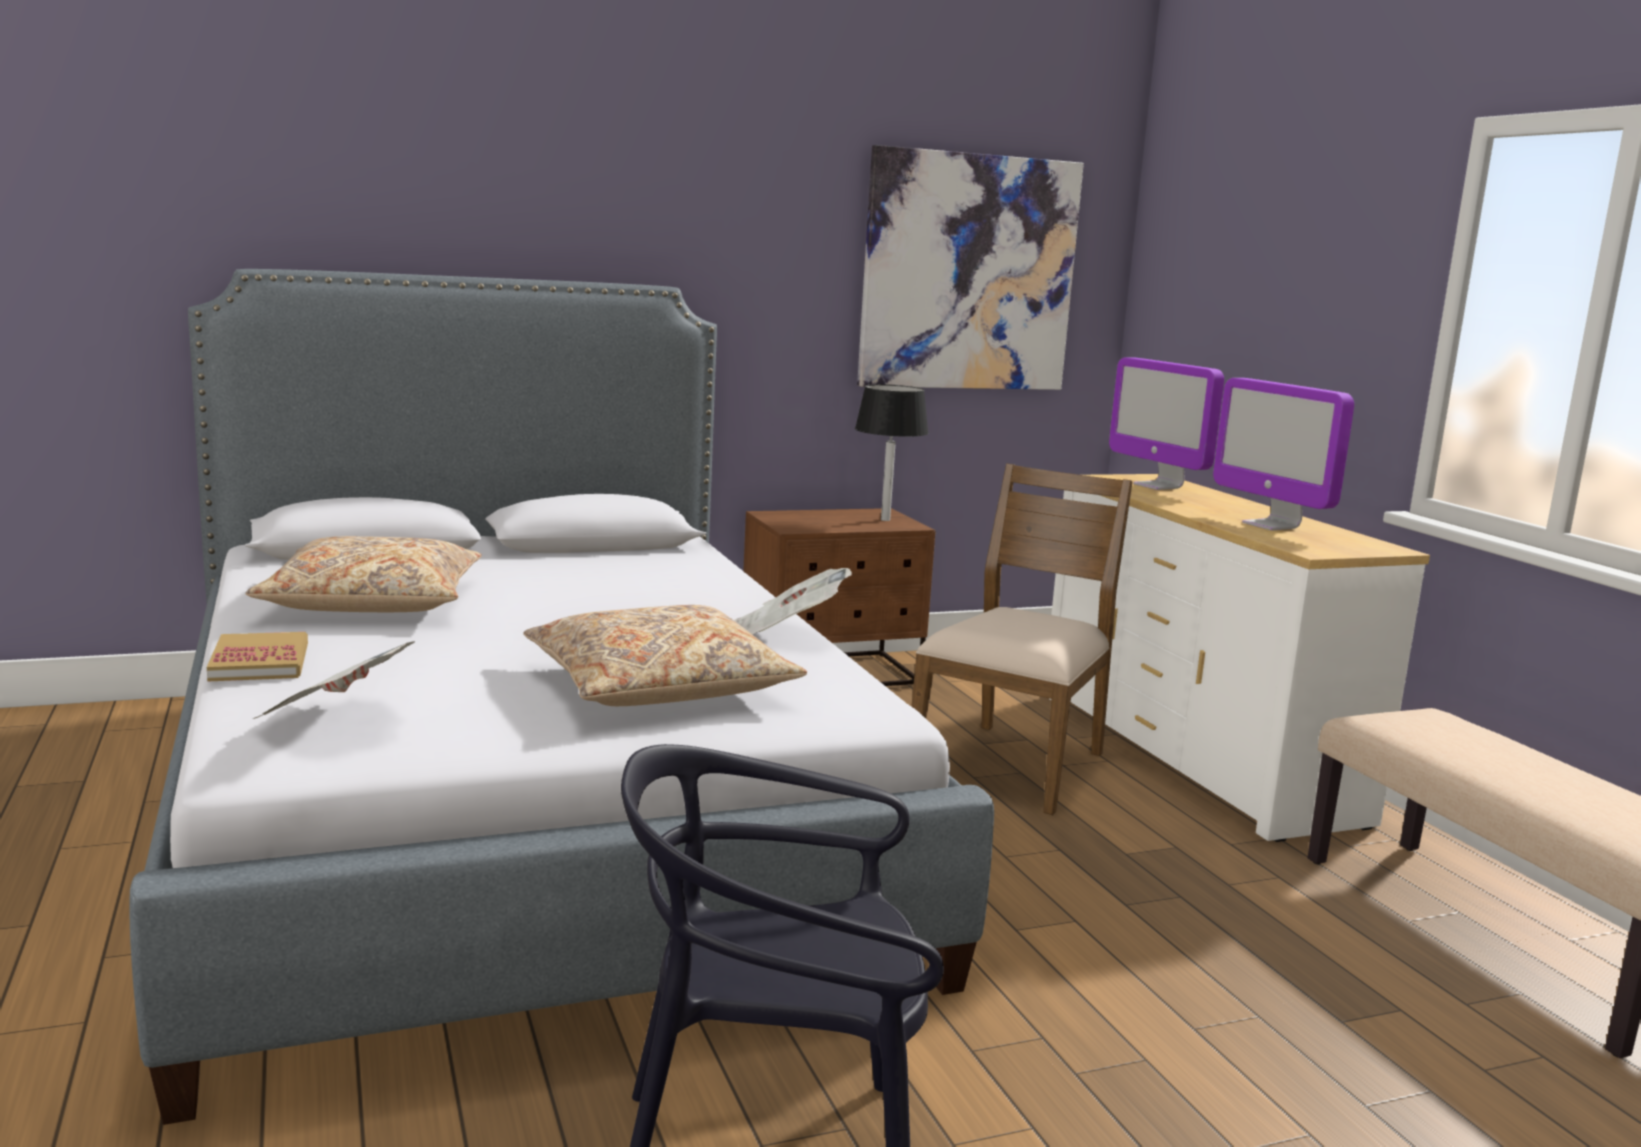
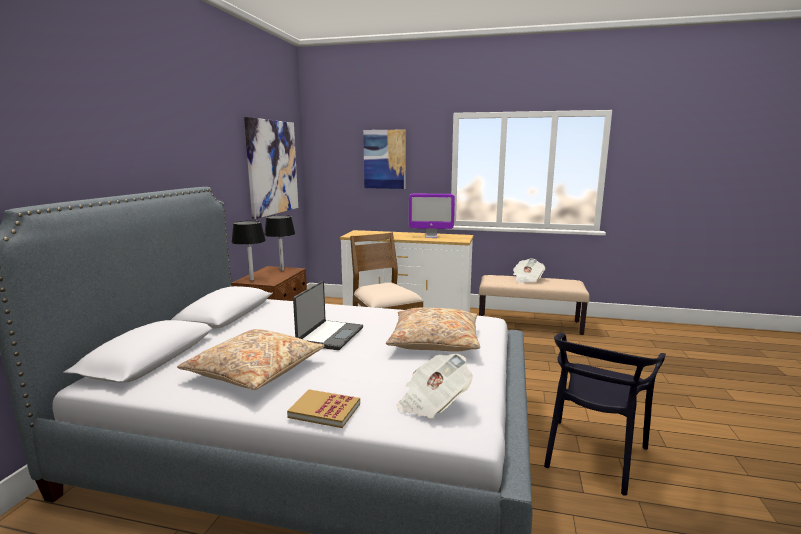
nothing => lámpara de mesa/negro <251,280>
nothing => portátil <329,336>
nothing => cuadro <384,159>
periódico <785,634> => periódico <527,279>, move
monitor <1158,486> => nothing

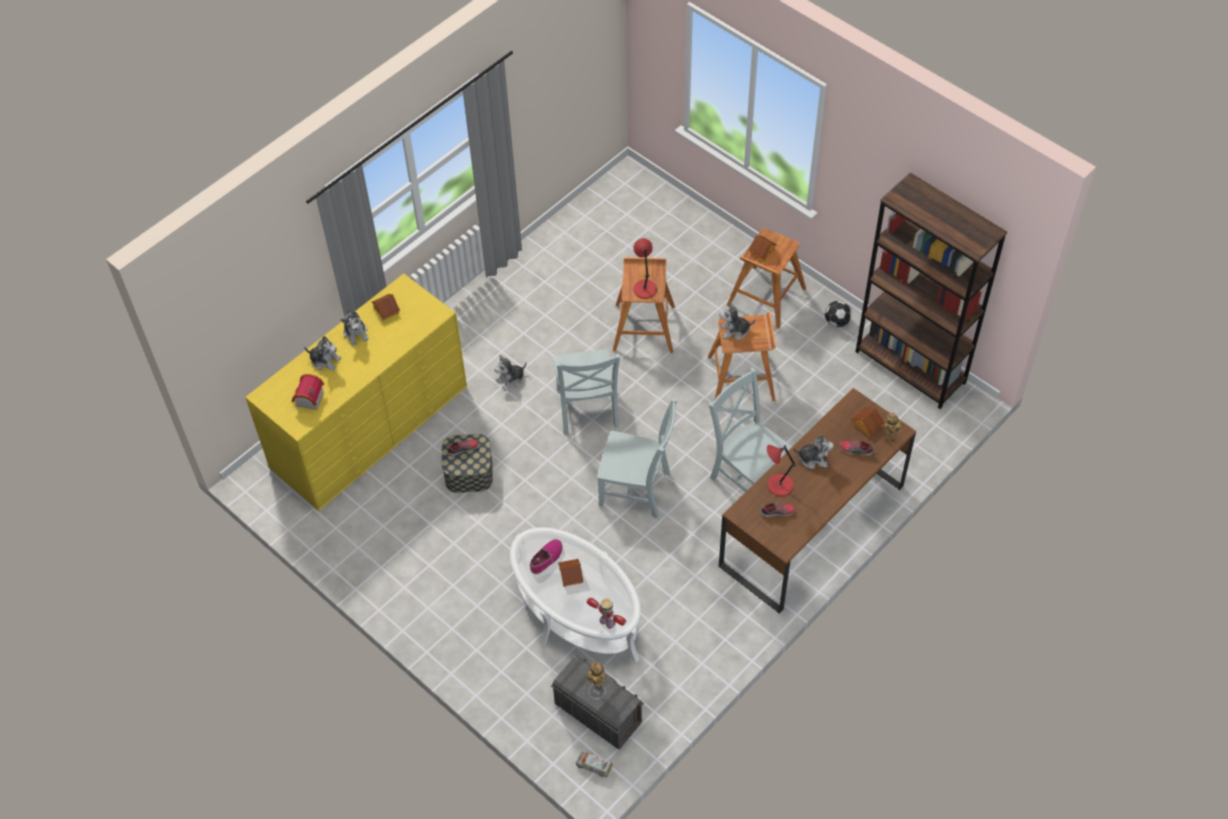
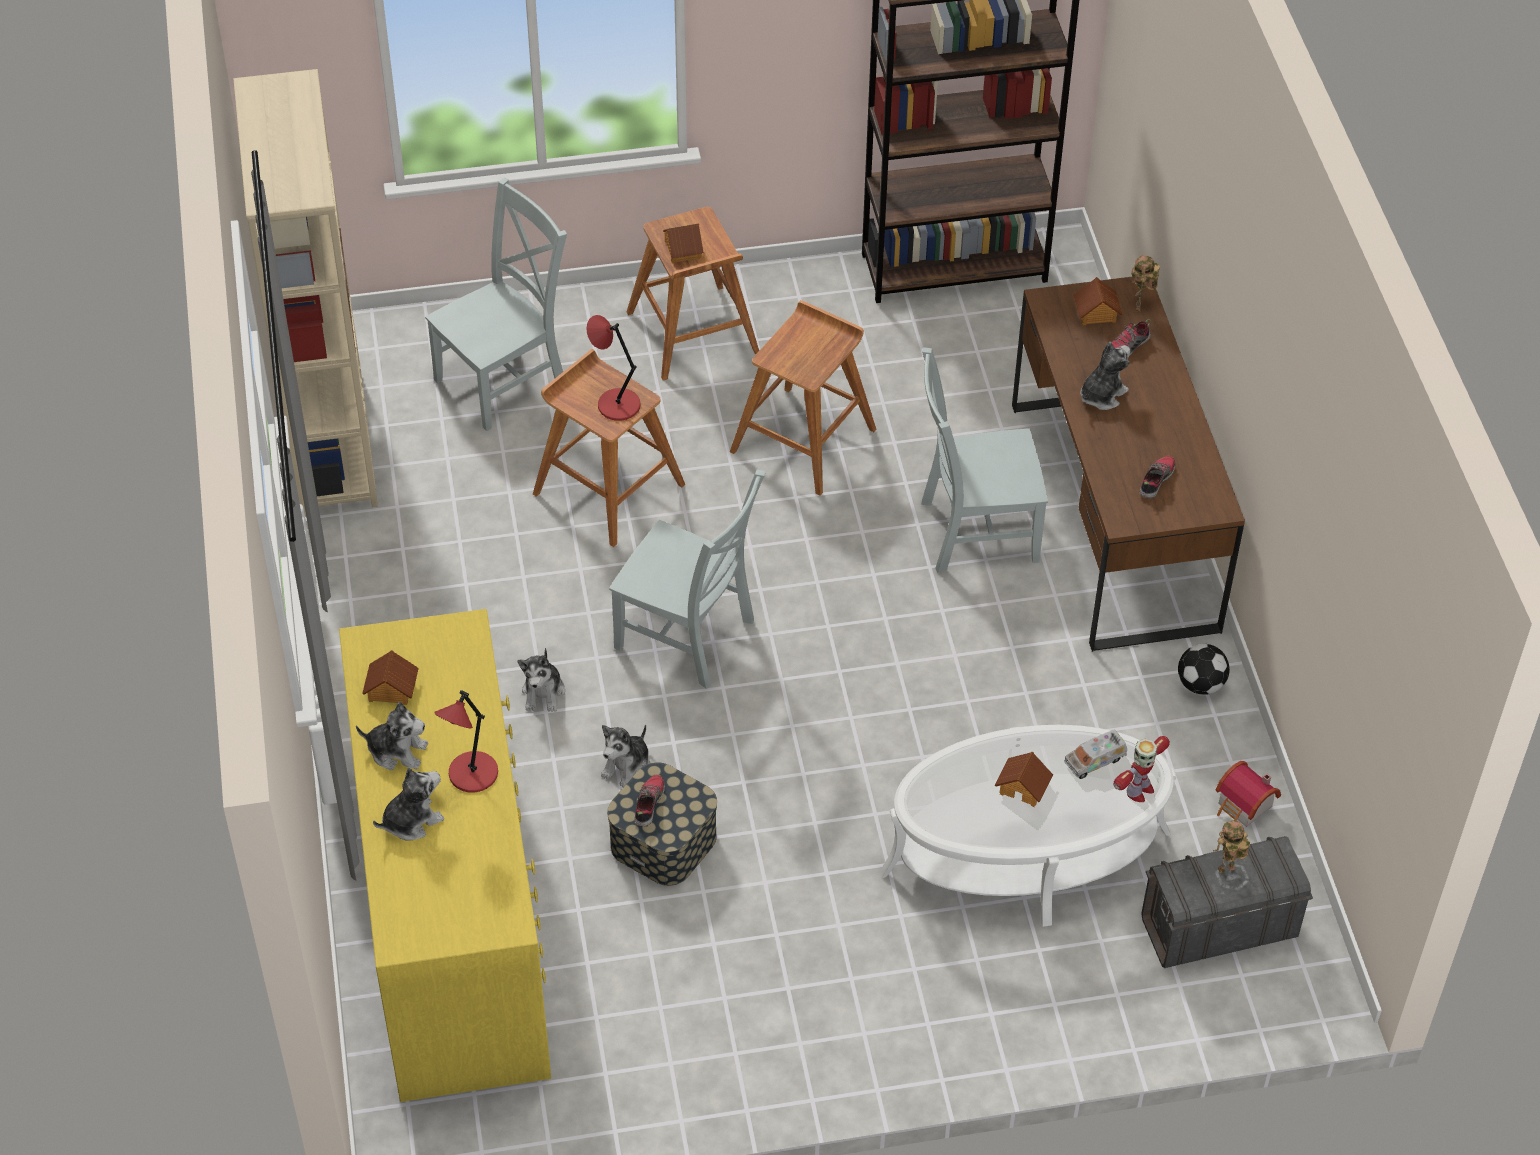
nothing => estantería/beis <331,442>
silla/gris <638,490> => silla/gris <505,380>, move
lámpara de mesa/rojo <778,485> => lámpara de mesa/rojo <471,775>, move
peluche <735,331> => peluche <627,766>, move
camión de juguete <594,766> => camión de juguete <1095,760>, move
robot de juguete <607,622> => robot de juguete <1139,791>, 150 degrees clockwise
balón de fútbol <836,322> => balón de fútbol <1200,685>, move
casita <307,399> => casita <1243,808>, move
zapato <546,558> => nothing

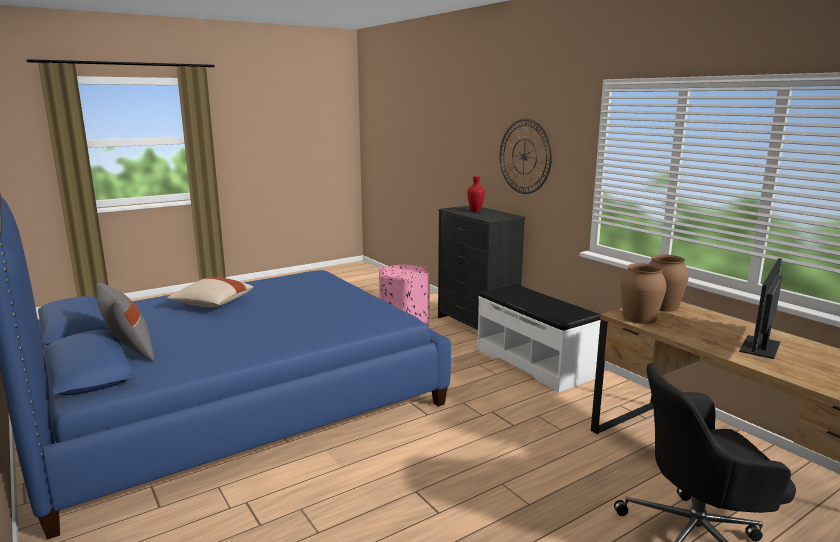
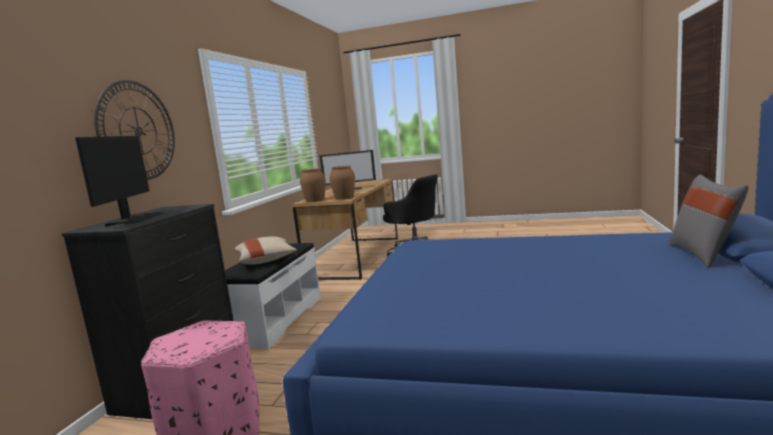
florero/rojo <476,211> => monitor <135,219>
cojín/beis <212,304> => cojín/beis <266,260>, move

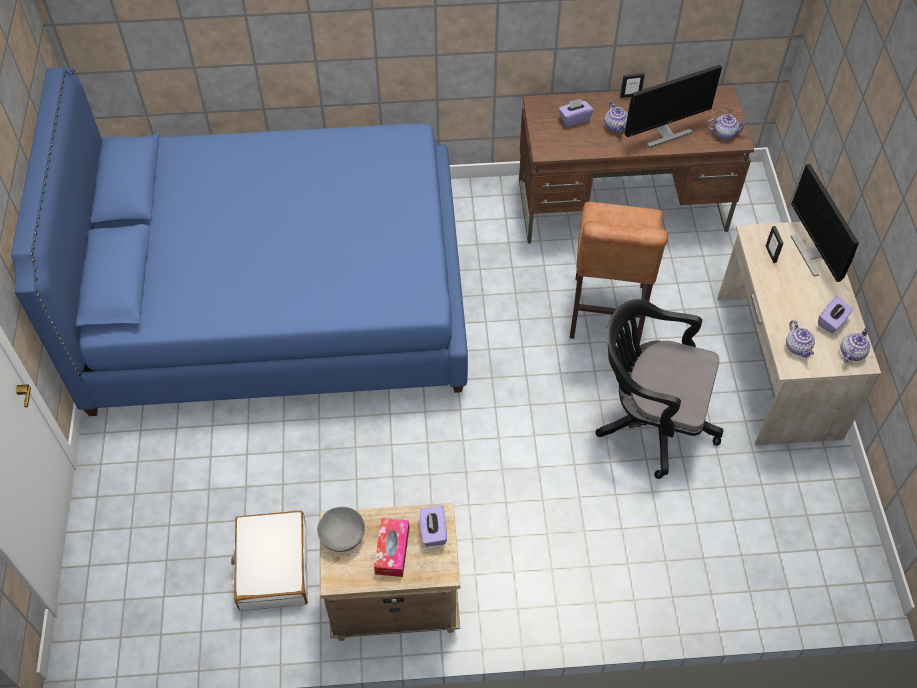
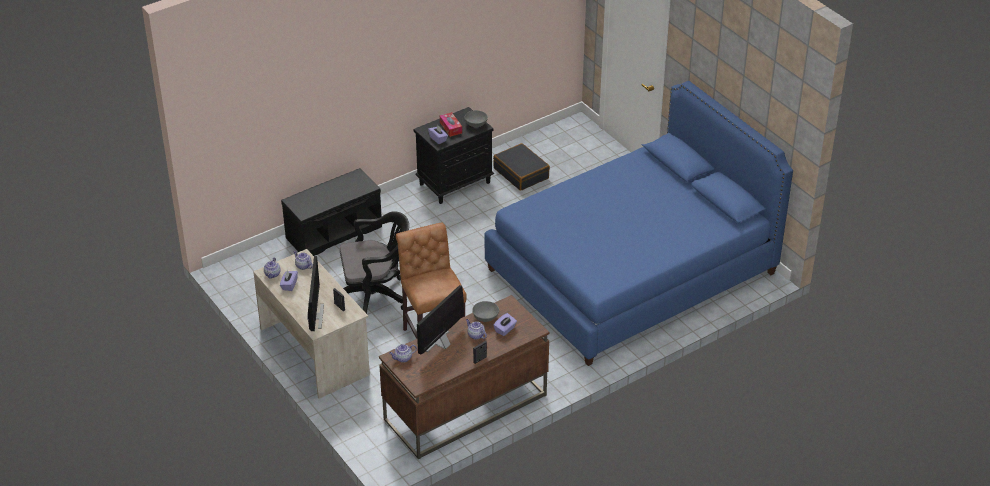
nothing => banco/negro <334,231>
monitor <812,253> => monitor <315,316>, 45 degrees clockwise
mesita de noche/beis <393,602> => mesita de noche/negro <455,183>
nothing => cuenco/gris <485,317>
maleta/blanco <272,566> => maleta/negro <521,173>

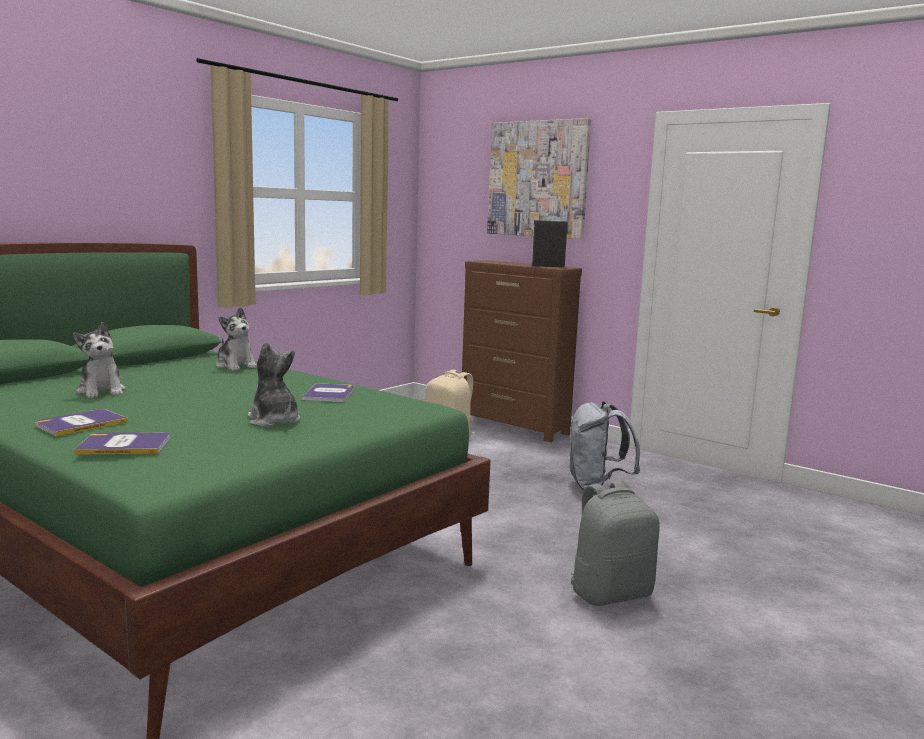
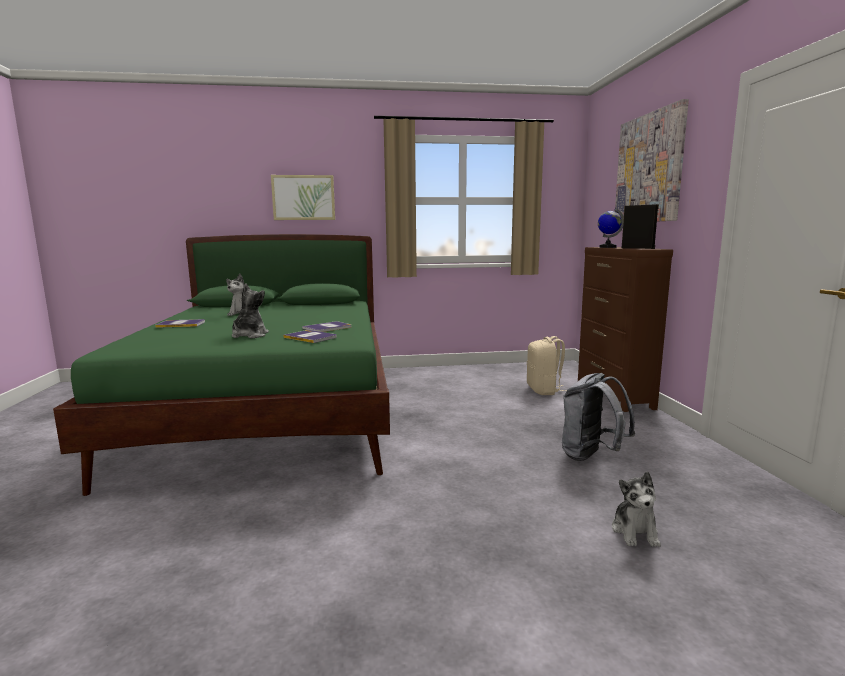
nothing => cuadro <303,197>
libro <125,445> => libro <310,337>, move
nothing => globo terráqueo <607,247>
peluche <236,366> => peluche <635,532>, move
mochila/gris <610,593> => nothing

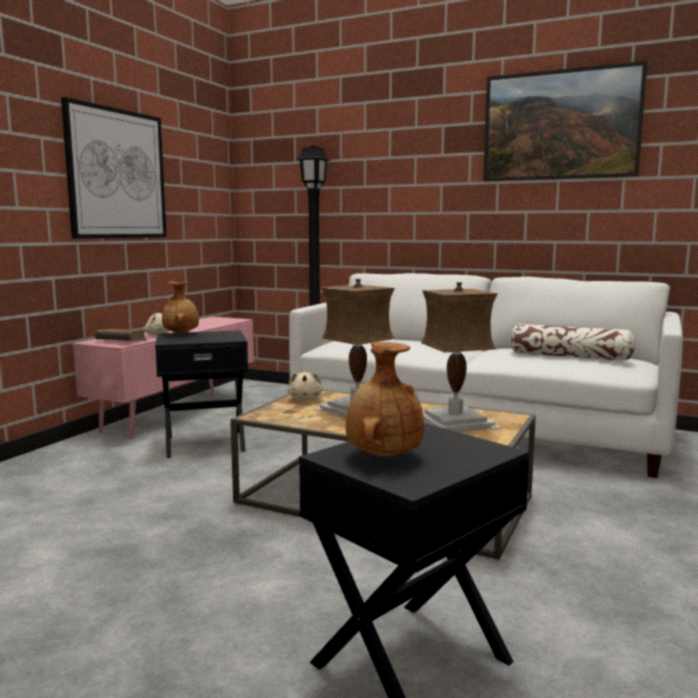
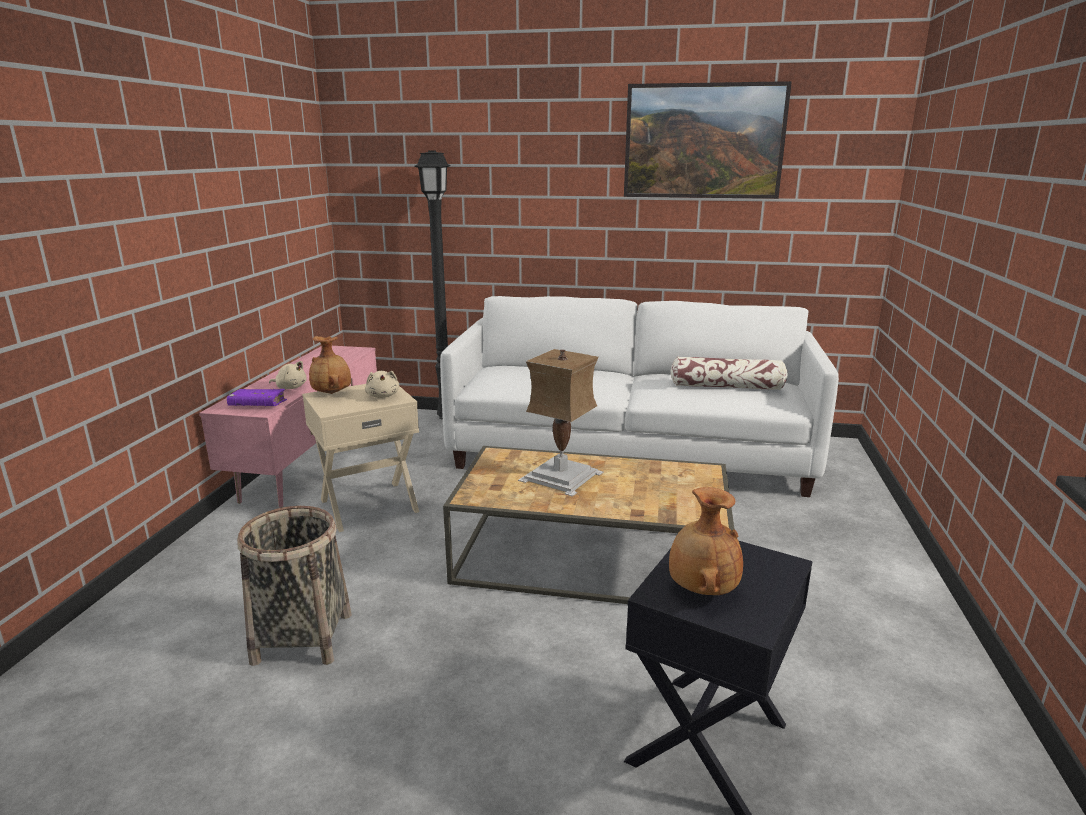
libro/marrón <121,341> => libro/morado <258,405>
nothing => cesta <303,637>
mesa auxiliar/negro <205,443> => mesa auxiliar/beis <368,505>
peluche/beis <305,399> => peluche/beis <383,396>, move
cuadro <117,174> => nothing
lámpara de mesa <457,422> => nothing

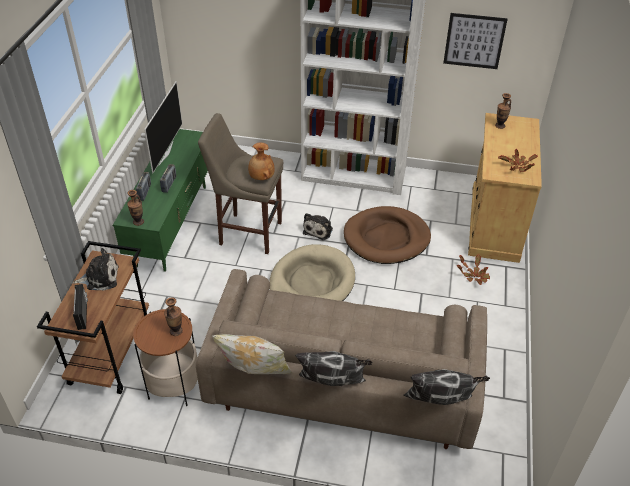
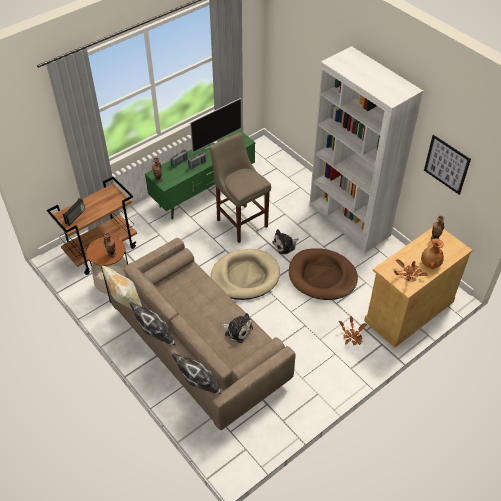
peluche <100,277> => peluche <237,330>, move
florero/marrón <261,177> => florero/marrón <430,263>, move

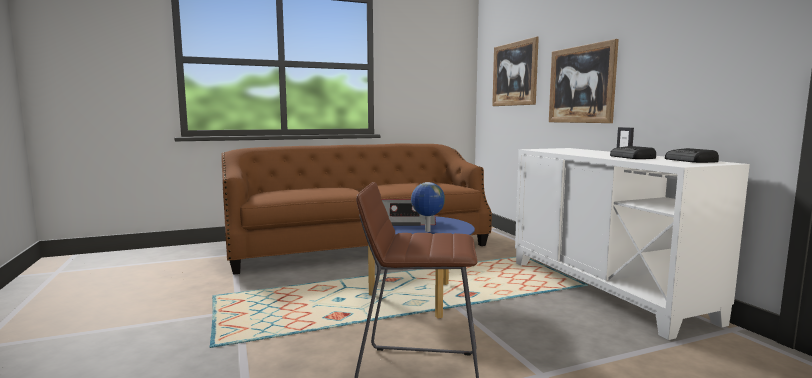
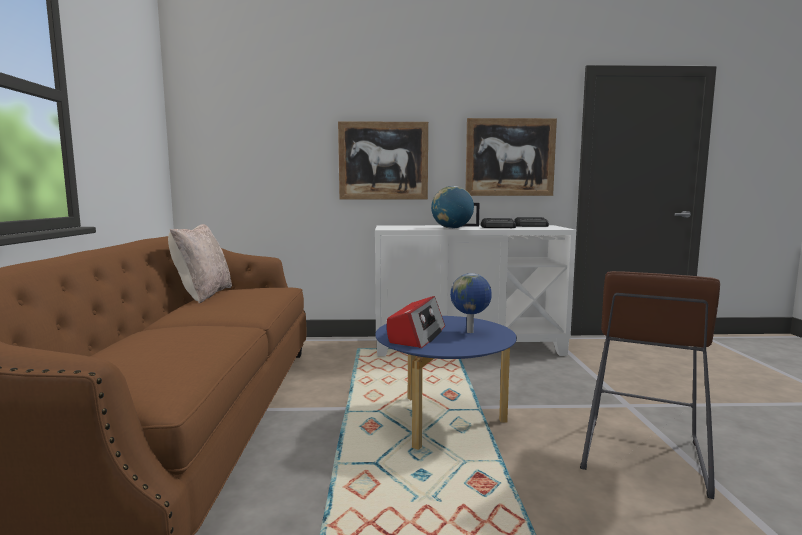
nothing => cojín/beis <203,295>
nothing => globo terráqueo <452,228>
cuadro <514,74> => cuadro <510,157>, move

